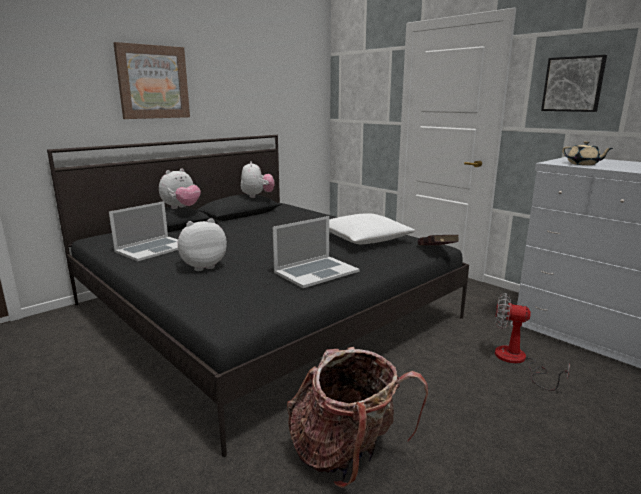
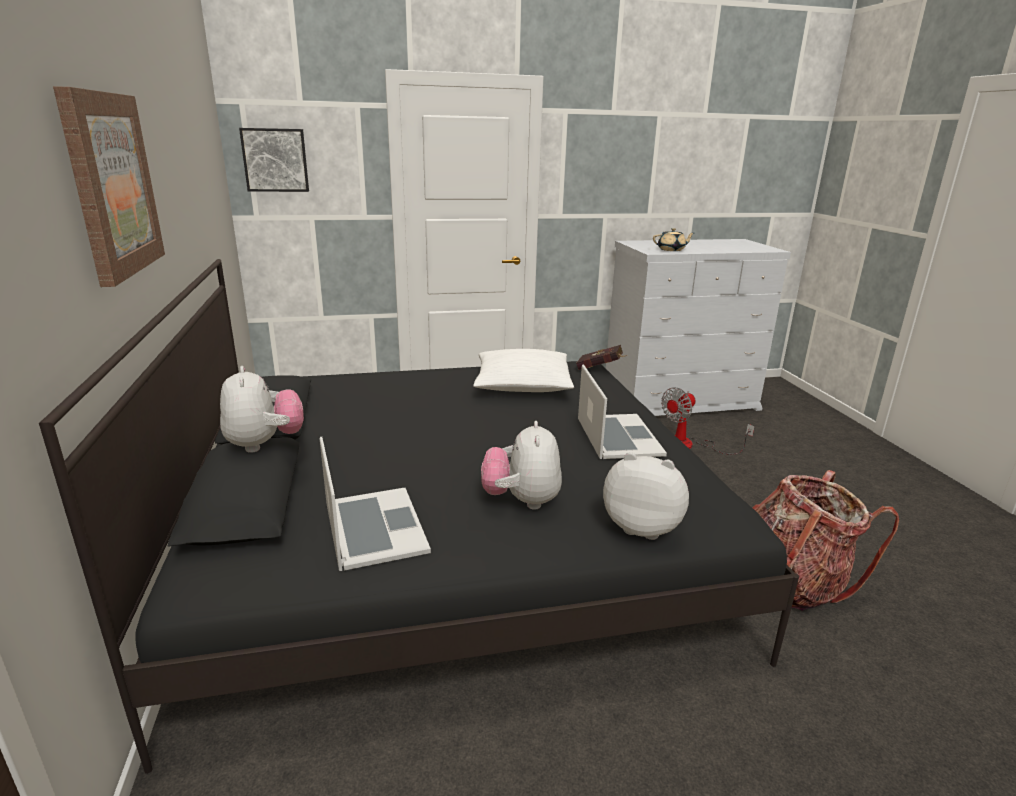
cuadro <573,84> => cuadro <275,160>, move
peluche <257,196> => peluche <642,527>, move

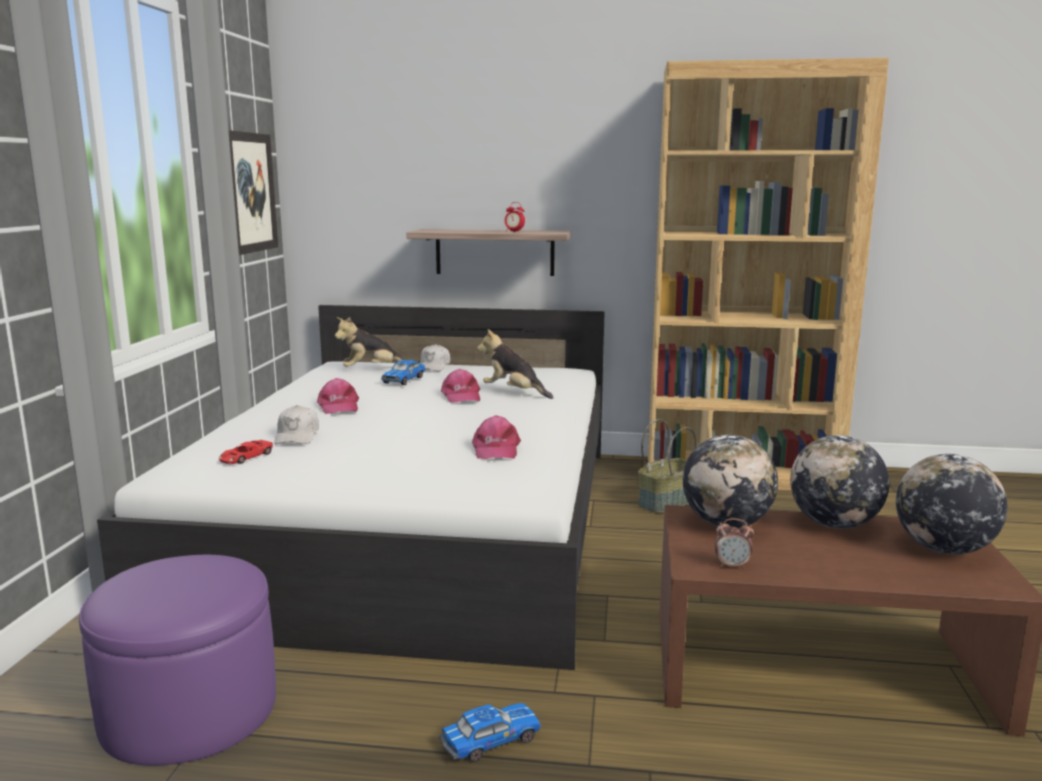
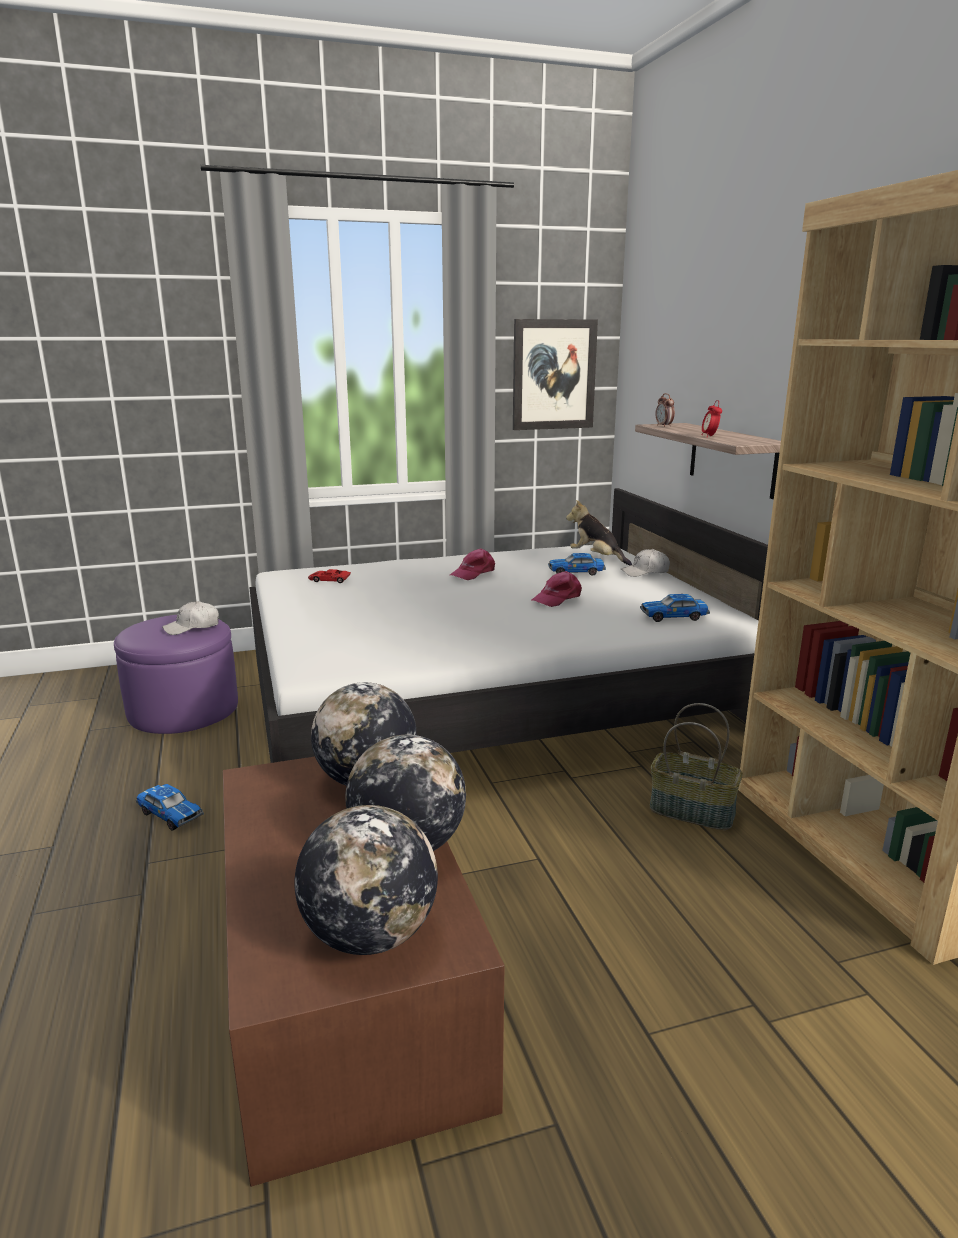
gorra/blanco <297,436> => gorra/blanco <192,627>, move
nothing => coche de juguete <674,617>
despertador <732,566> => despertador <664,426>, move
gorra/rosa <495,449> => nothing
peluche <514,393> => nothing

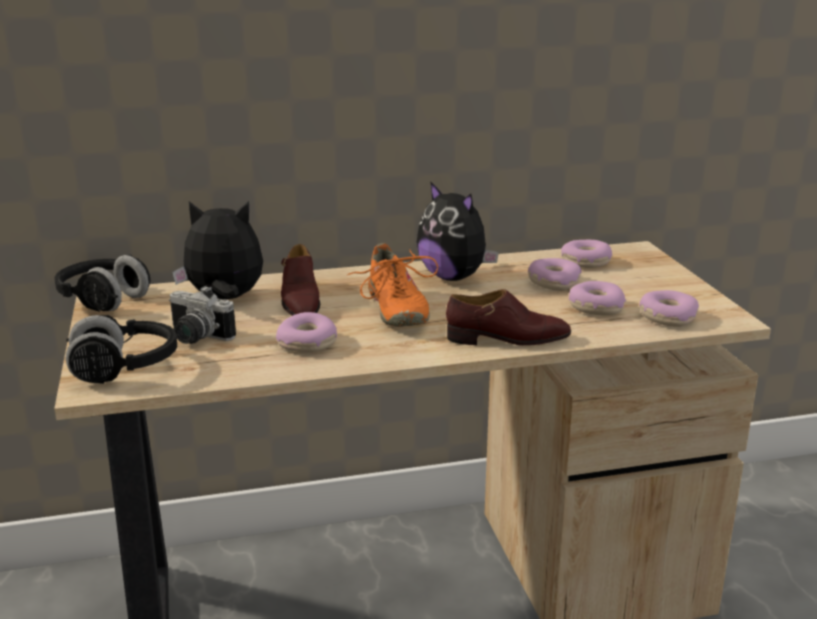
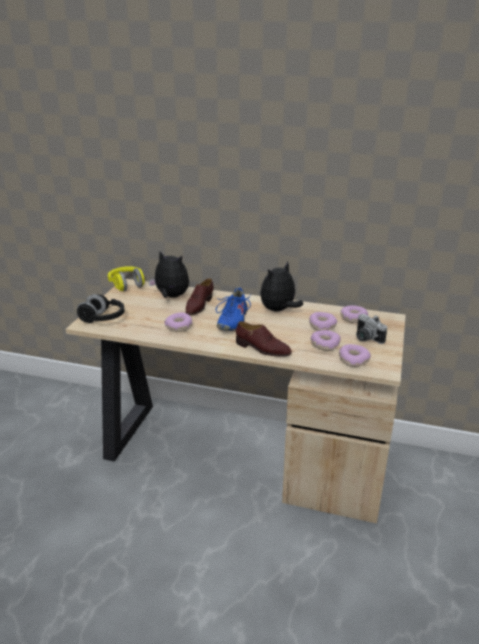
auriculares/negro <104,300> => auriculares/amarillo <127,285>
zapato/naranja <395,310> => zapato/azul <232,320>
peluche <454,277> => peluche <279,310>, 60 degrees clockwise
cámara <195,337> => cámara <365,338>, move

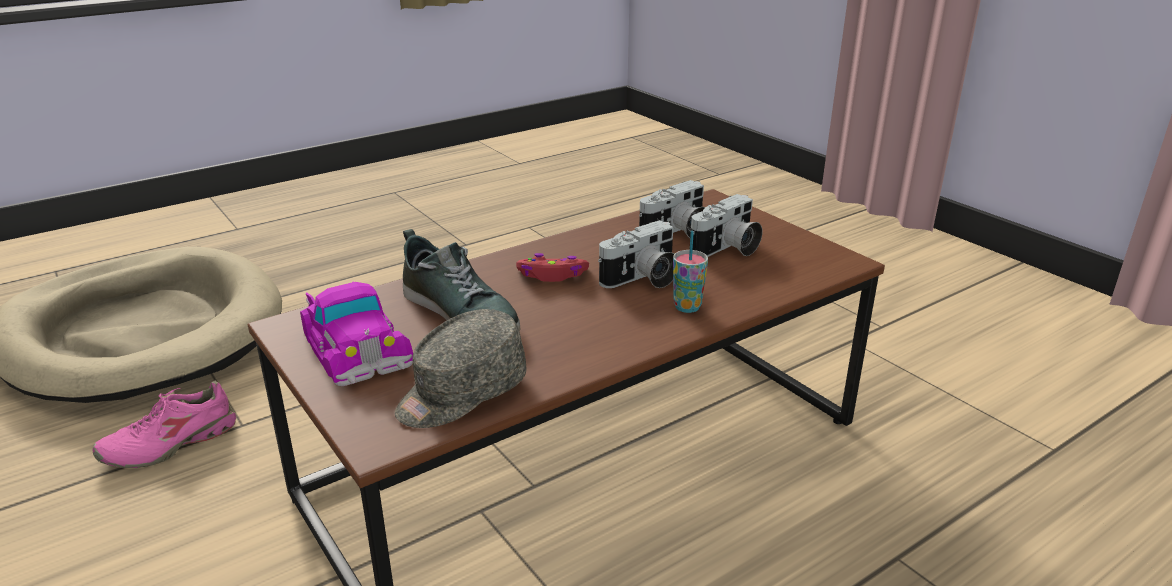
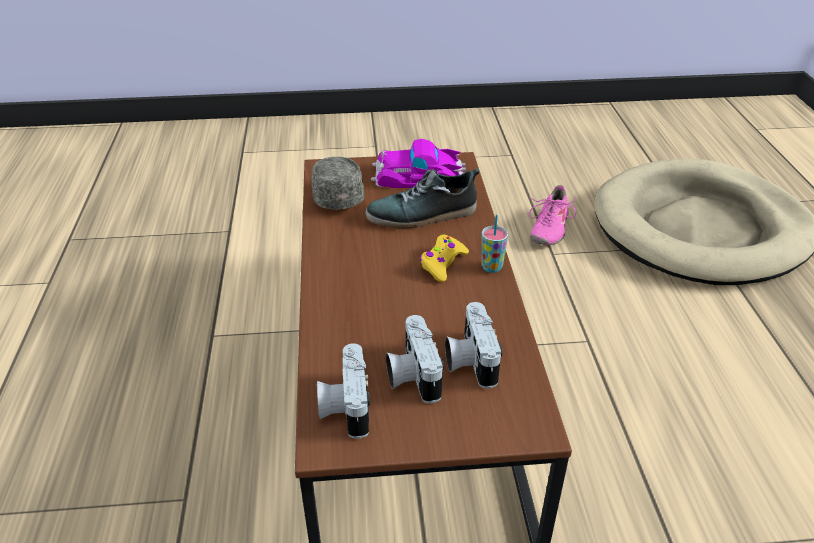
cámara <642,279> => cámara <344,406>, move
mando de consola/rojo <552,275> => mando de consola/amarillo <442,263>
taza <687,307> => taza <491,267>, move
zapato/rosa <170,443> => zapato/rosa <548,228>, 150 degrees counterclockwise

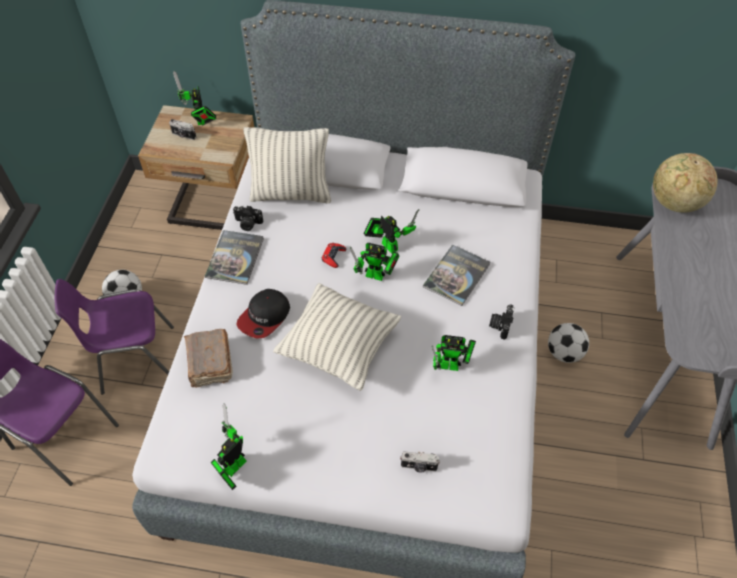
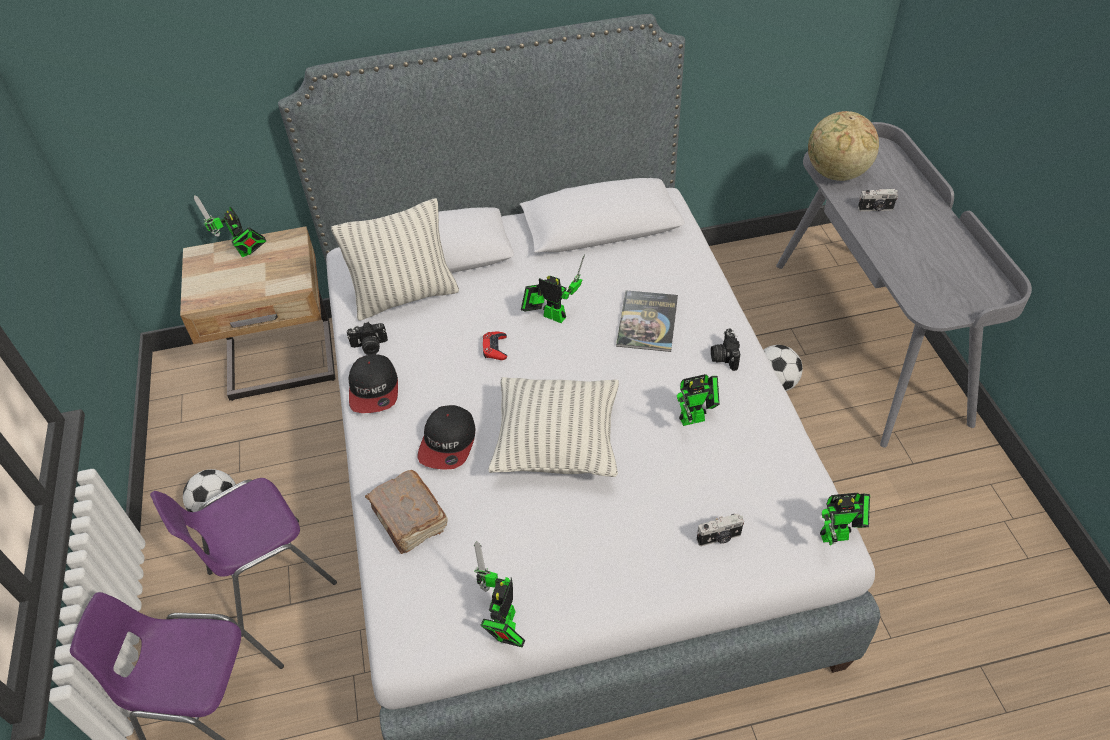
libro <235,257> => gorra <374,389>
robot de juguete <377,276> => robot de juguete <838,535>, move
cámara <183,135> => cámara <875,209>, move

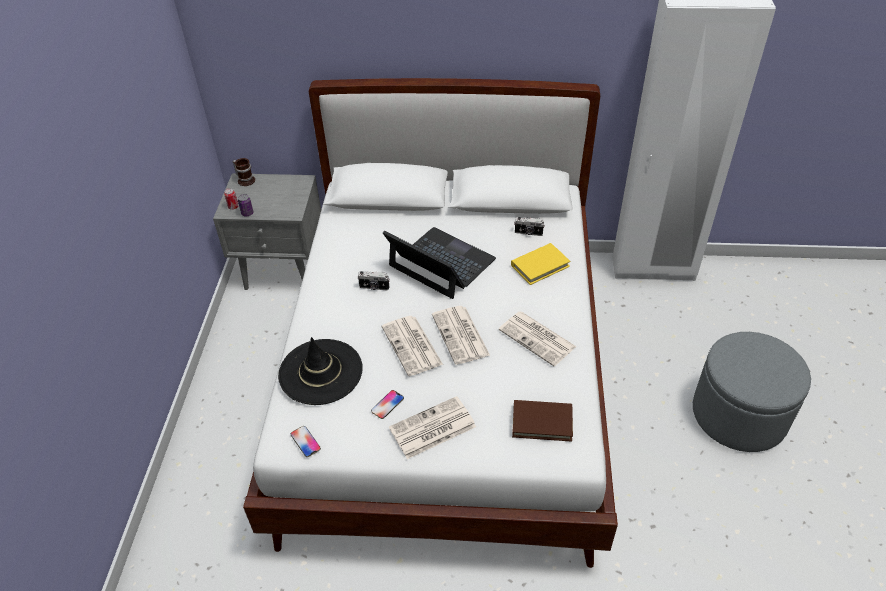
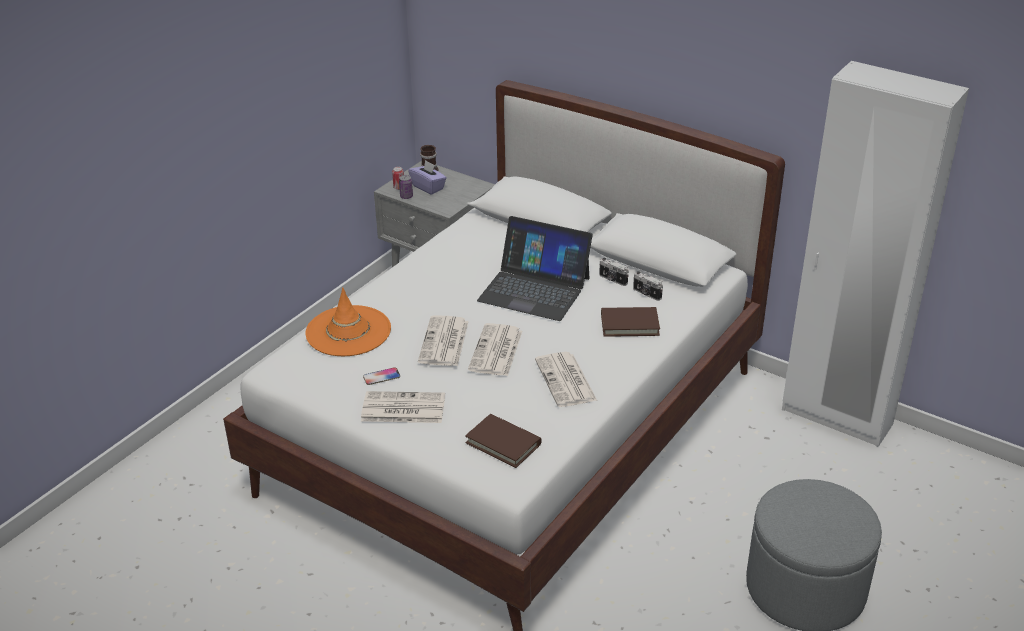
sombrero/negro <320,372> => sombrero/naranja <348,331>
nothing => caja de pañuelos/morado <428,187>
portátil <441,263> => portátil <534,289>, 135 degrees clockwise
cámara <374,287> => cámara <612,280>, move
libro/amarillo <540,266> => libro/marrón <629,324>
móvil <305,441> => nothing

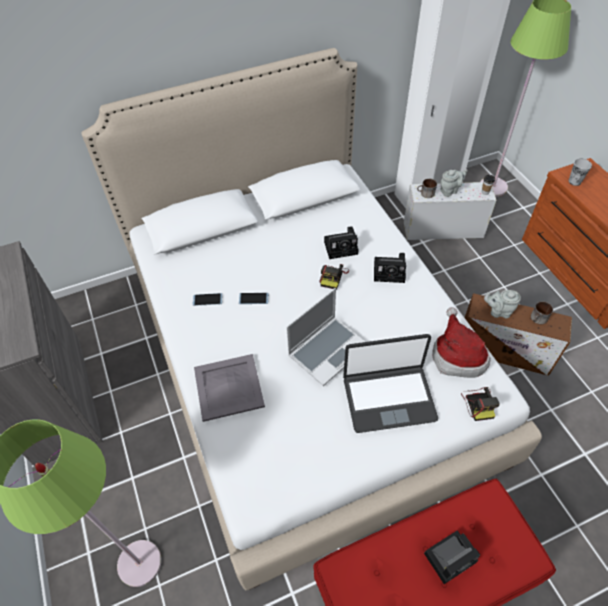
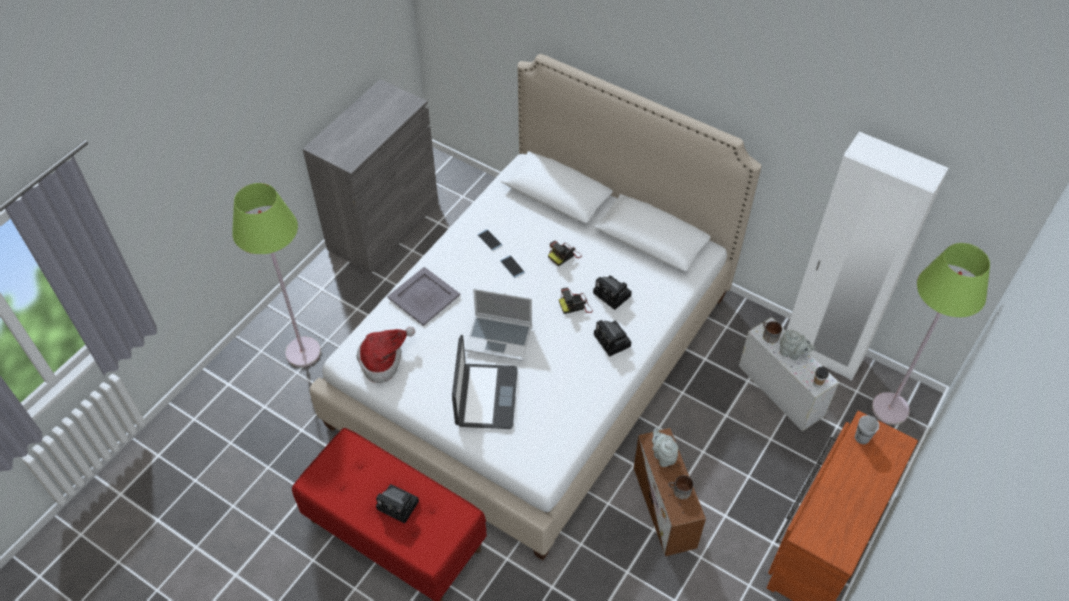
sombrero <457,355> => sombrero <383,360>, move
portátil <388,398> => portátil <485,397>, 135 degrees counterclockwise
cámara <478,403> => cámara <564,255>, move

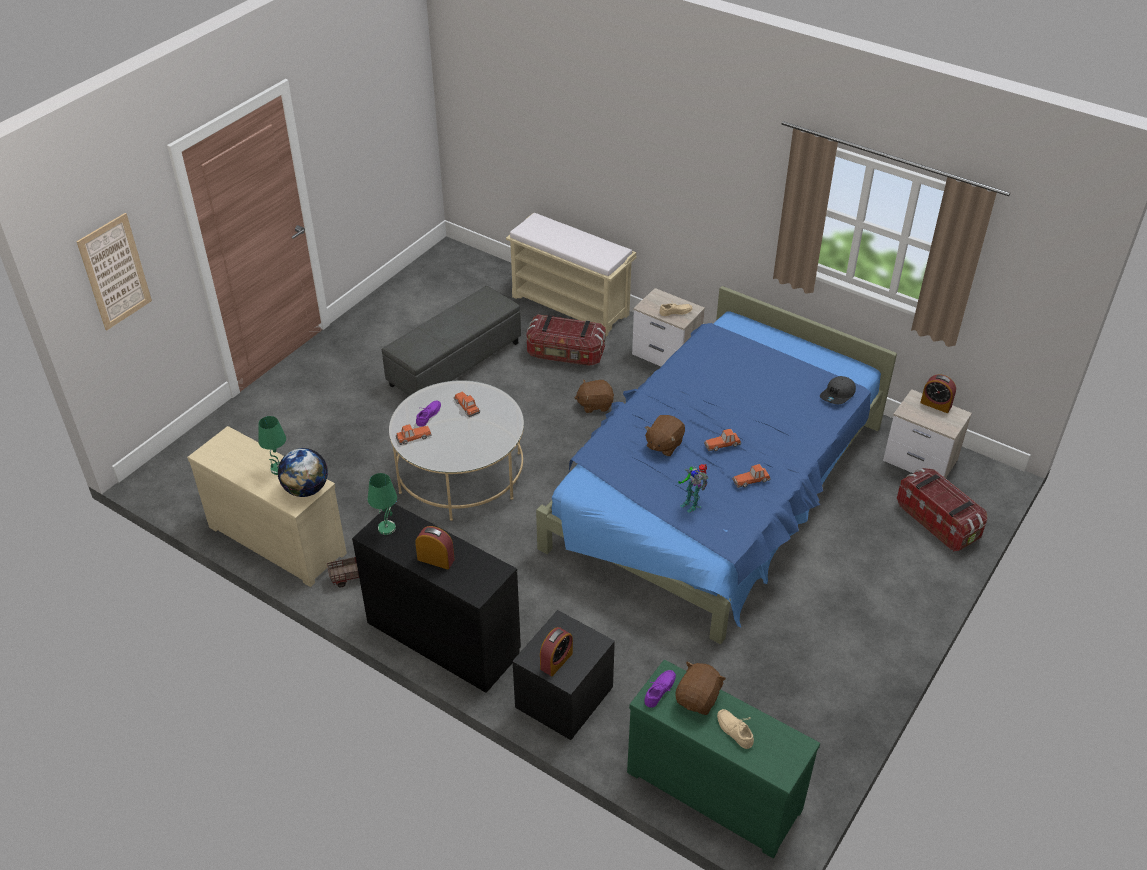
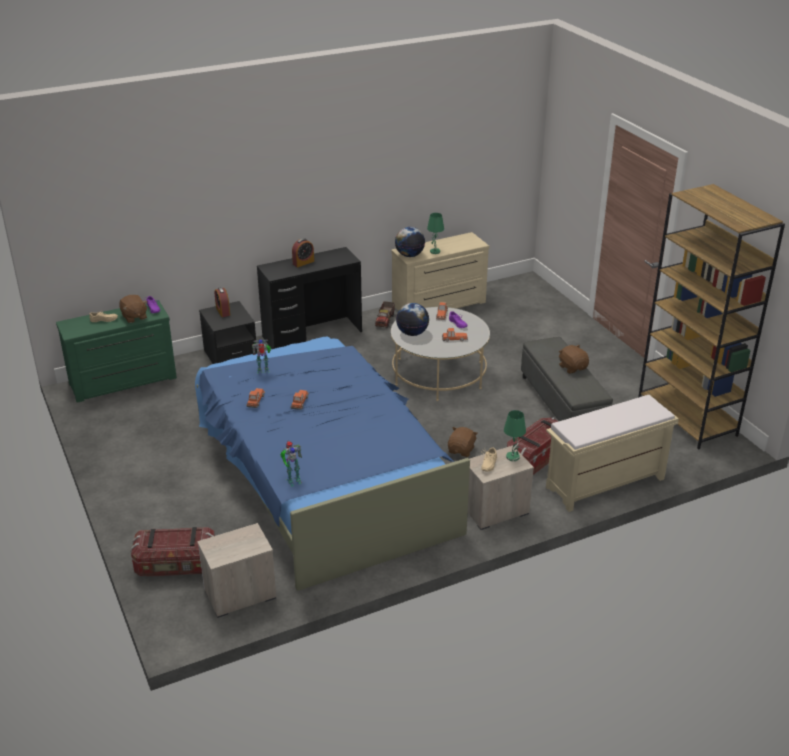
gorra/gris <838,395> => robot de juguete <293,480>
nothing => globo terráqueo <412,333>
lámpara de mesa/verde <387,527> => lámpara de mesa/verde <513,457>, move
peluche/marrón <664,445> => peluche/marrón <572,367>, move
nothing => estantería/marrón <687,417>
cuadro <115,272> => nothing
despertador <936,404> => nothing

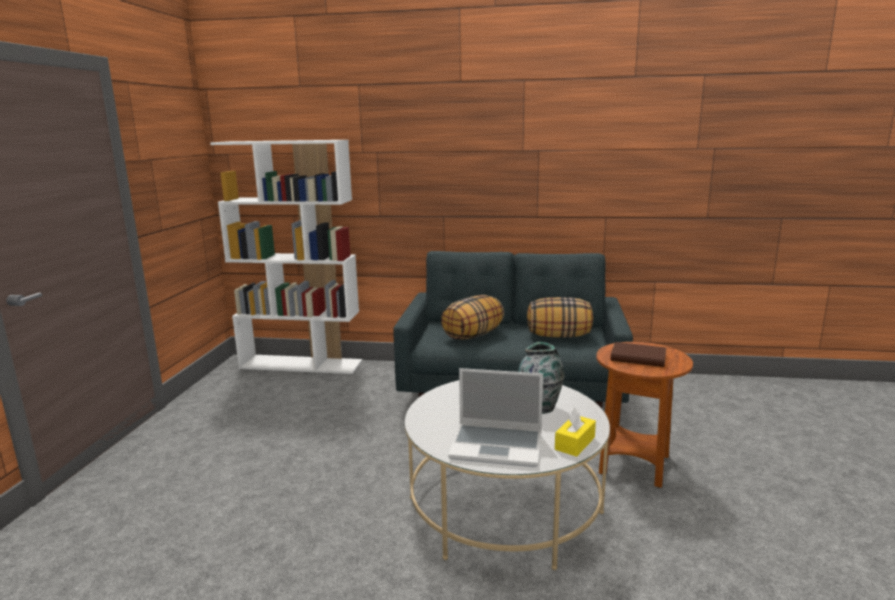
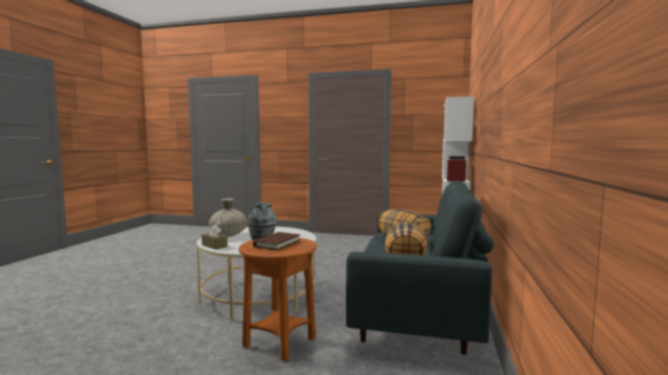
caja de pañuelos/amarillo <575,443> => caja de pañuelos/marrón <214,246>
portátil <498,446> => florero/beis <228,235>

